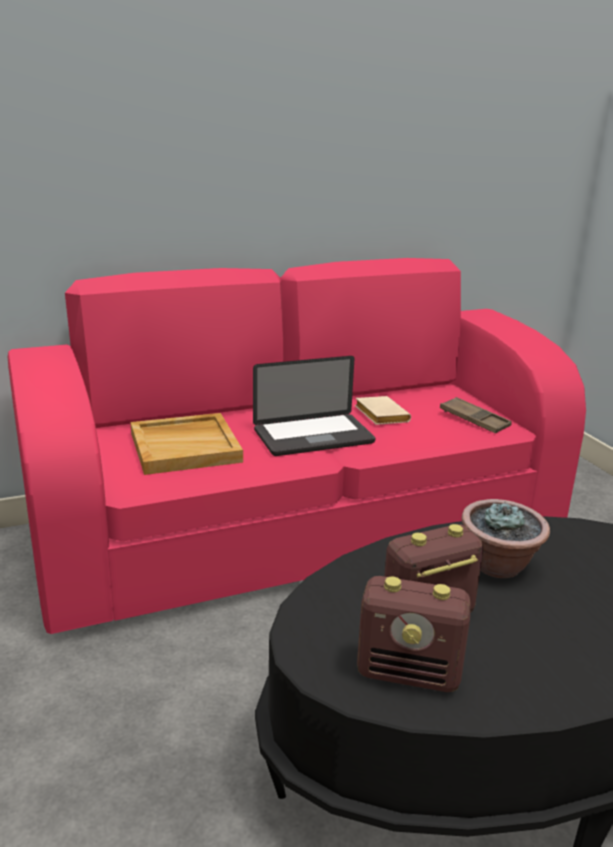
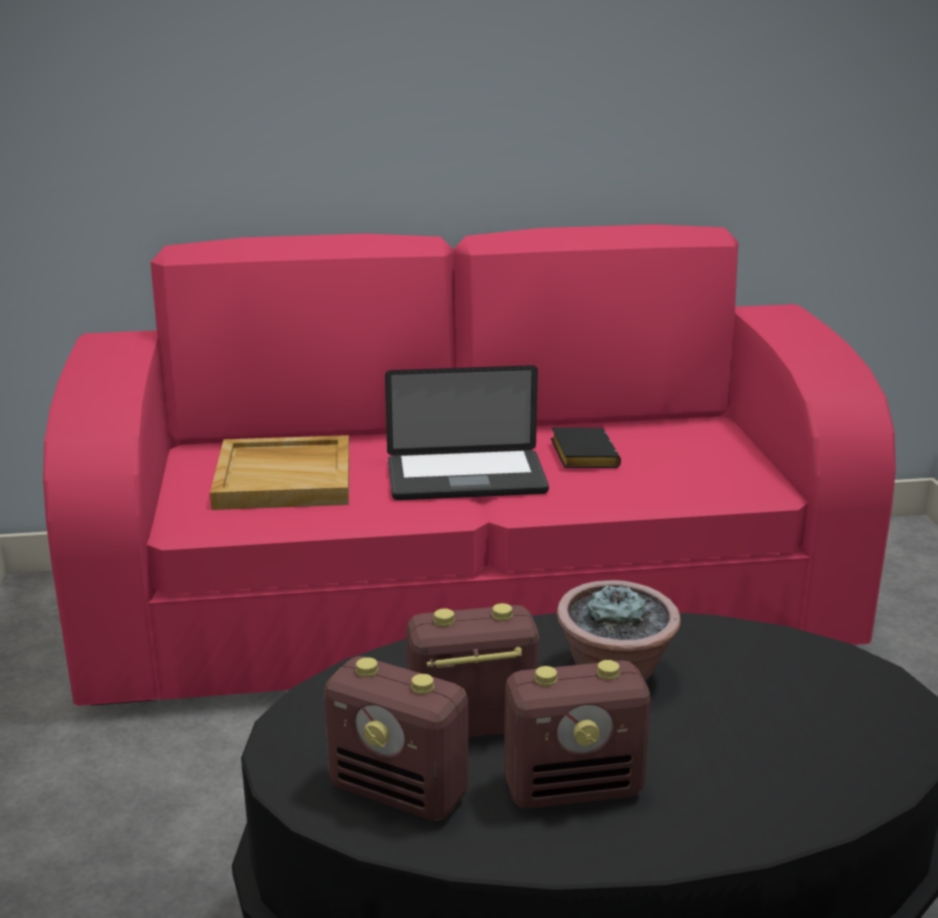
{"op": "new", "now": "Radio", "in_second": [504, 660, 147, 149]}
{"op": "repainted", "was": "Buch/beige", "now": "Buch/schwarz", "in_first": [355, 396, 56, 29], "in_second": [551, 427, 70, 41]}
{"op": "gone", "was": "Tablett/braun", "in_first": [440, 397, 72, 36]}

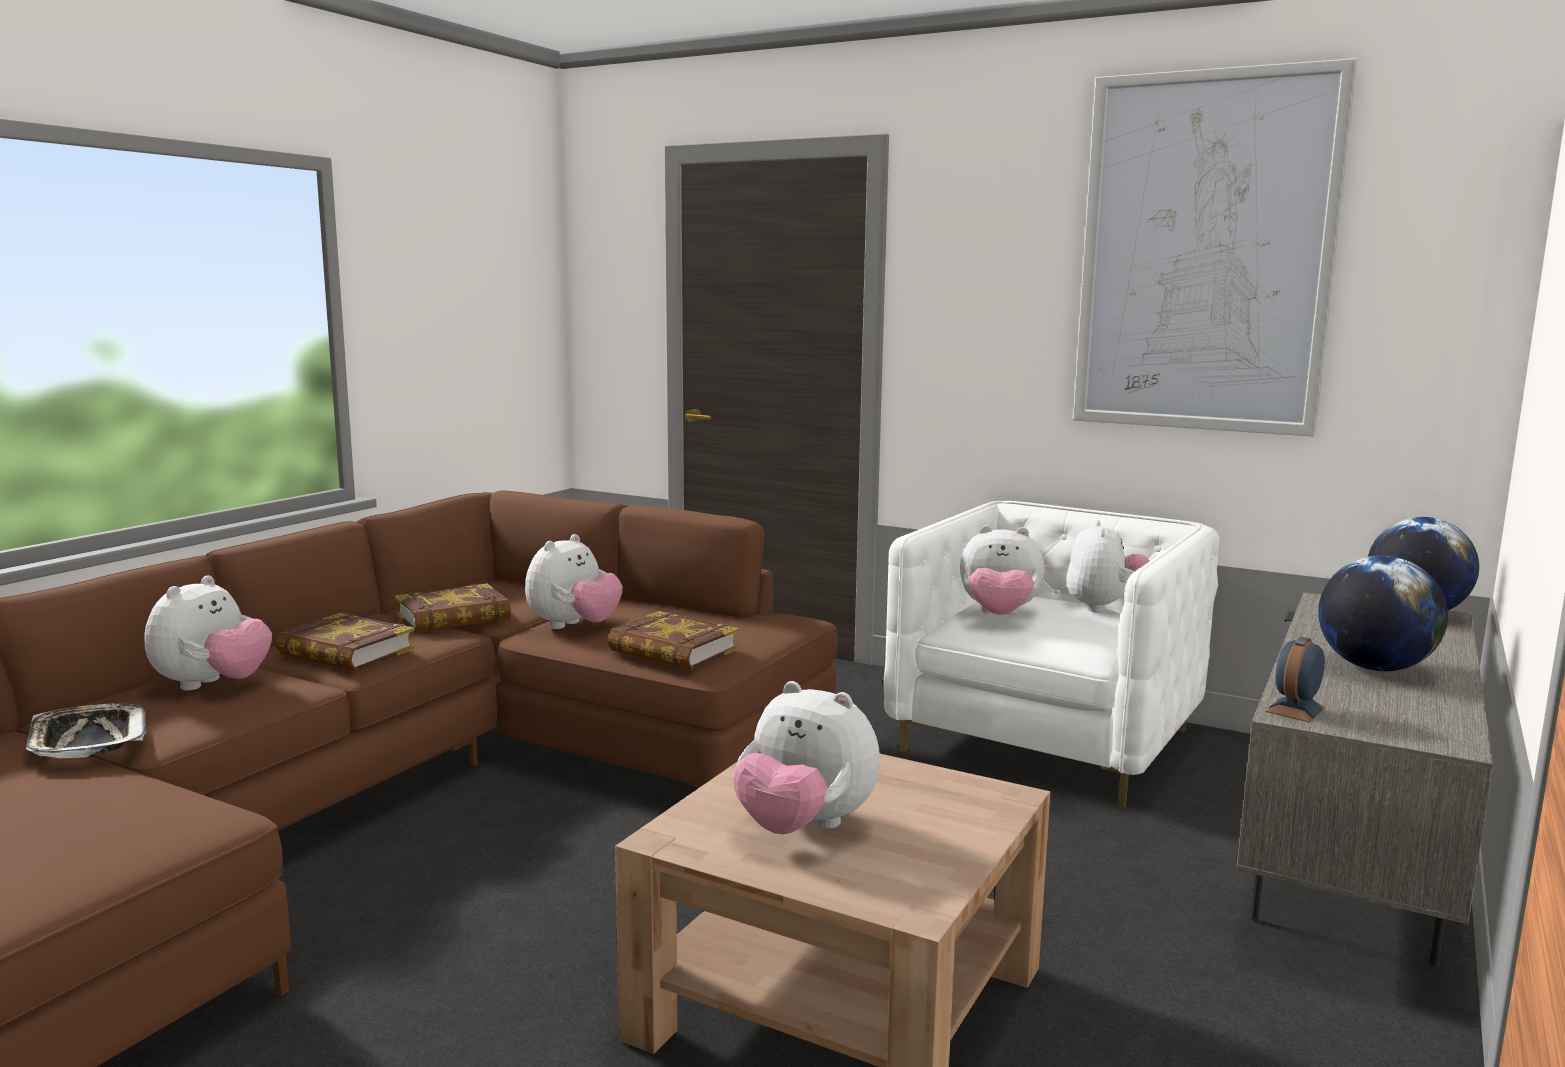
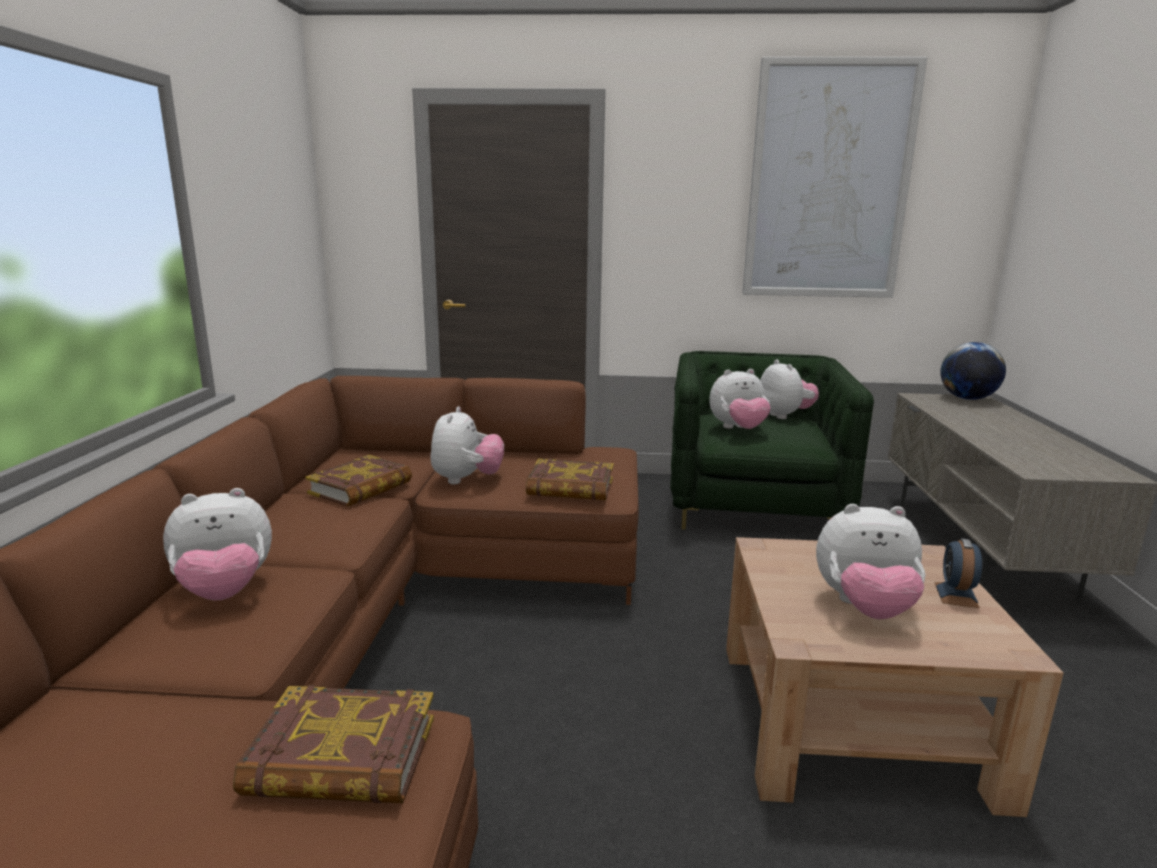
{"op": "rotated", "was": "Plüschtier", "in_first": [144, 575, 128, 116], "in_second": [163, 488, 109, 112], "clockwise": 75}
{"op": "shifted", "was": "Buch", "in_first": [275, 613, 140, 58], "in_second": [233, 685, 201, 118]}
{"op": "repainted", "was": "Sessel/weiß", "now": "Sessel/grün", "in_first": [883, 501, 337, 307], "in_second": [670, 351, 204, 179]}
{"op": "shifted", "was": "Wecker", "in_first": [1266, 637, 60, 85], "in_second": [935, 538, 47, 70]}
{"op": "gone", "was": "Tablett", "in_first": [26, 703, 120, 55]}
{"op": "gone", "was": "Globus", "in_first": [1318, 556, 130, 115]}

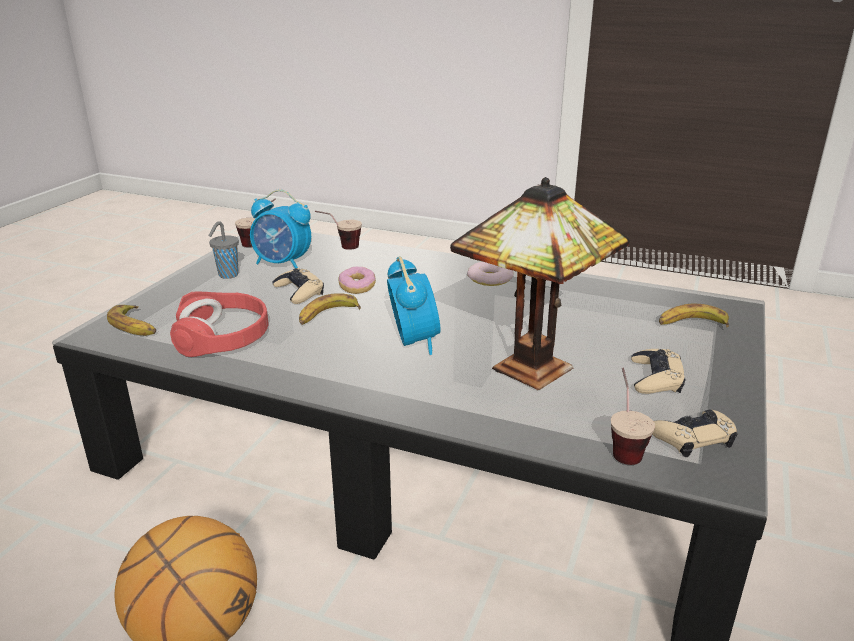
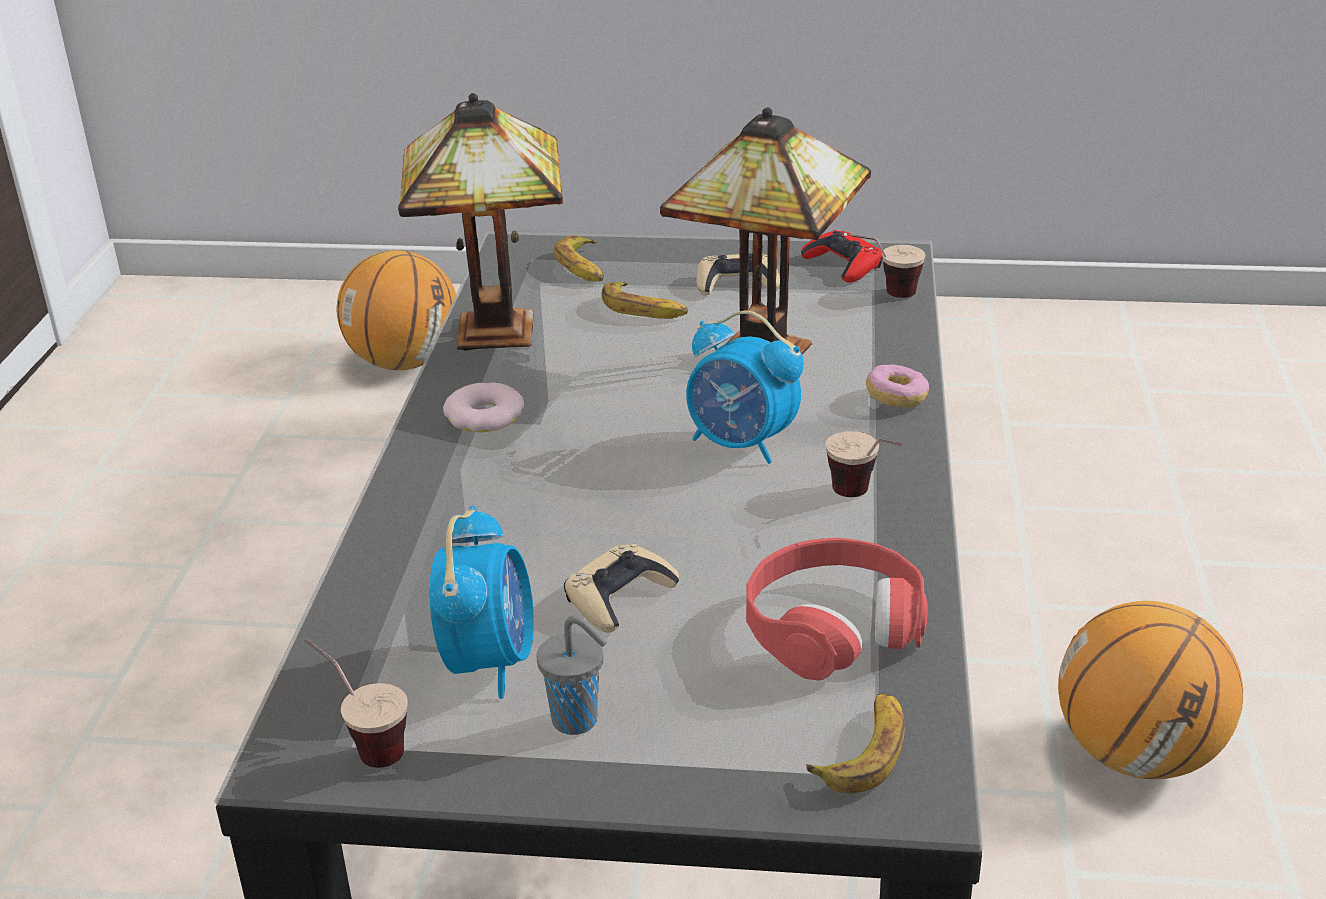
{"op": "new", "now": "Basketball", "in_second": [336, 250, 120, 120]}
{"op": "new", "now": "Tischlampe", "in_second": [398, 93, 165, 258]}
{"op": "shifted", "was": "Banane", "in_first": [299, 293, 62, 32], "in_second": [601, 282, 87, 37]}
{"op": "rotated", "was": "Wecker", "in_first": [387, 256, 54, 99], "in_second": [686, 311, 118, 153], "clockwise": -120}
{"op": "repainted", "was": "Gamepad/beige", "now": "Gamepad/rot", "in_first": [652, 409, 85, 48], "in_second": [801, 230, 81, 53]}
{"op": "shifted", "was": "Tasse", "in_first": [315, 211, 47, 39], "in_second": [825, 431, 78, 66]}
{"op": "shifted", "was": "Donut", "in_first": [338, 267, 38, 27], "in_second": [866, 364, 63, 44]}

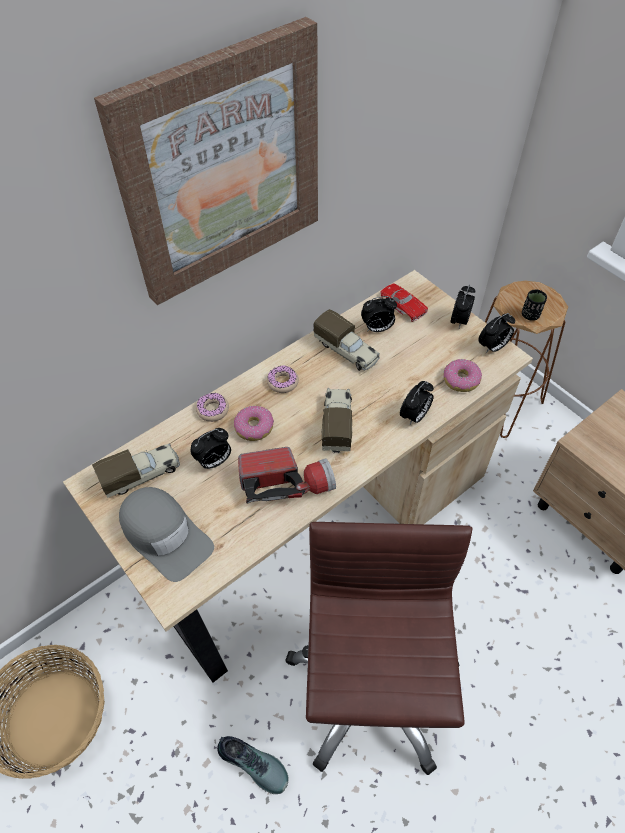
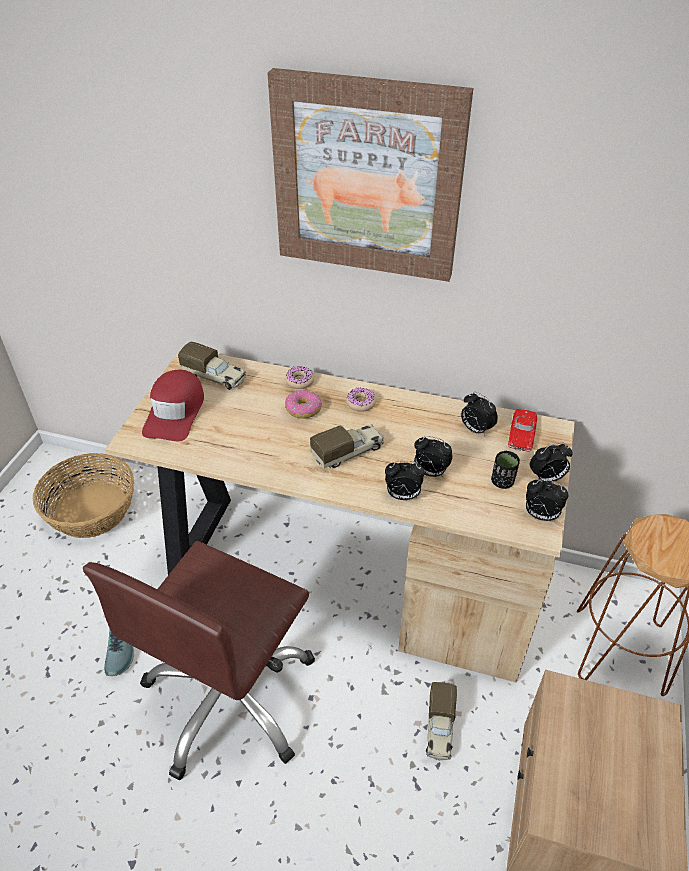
{"op": "rotated", "was": "Bürostuhl/braun", "in_first": [285, 522, 188, 253], "in_second": [83, 541, 232, 239], "clockwise": 150}
{"op": "repainted", "was": "Kappe/grau", "now": "Kappe/rot", "in_first": [119, 487, 95, 95], "in_second": [142, 370, 62, 71]}
{"op": "shifted", "was": "Wecker", "in_first": [190, 428, 41, 41], "in_second": [414, 436, 39, 41]}
{"op": "shifted", "was": "Spielzeuglaster", "in_first": [313, 309, 67, 62], "in_second": [426, 682, 31, 79]}
{"op": "shifted", "was": "Tasse/schwarz", "in_first": [522, 289, 25, 32], "in_second": [491, 451, 29, 38]}
{"op": "gone", "was": "Taschenlampe", "in_first": [238, 447, 98, 57]}
{"op": "gone", "was": "Donut", "in_first": [443, 359, 39, 33]}

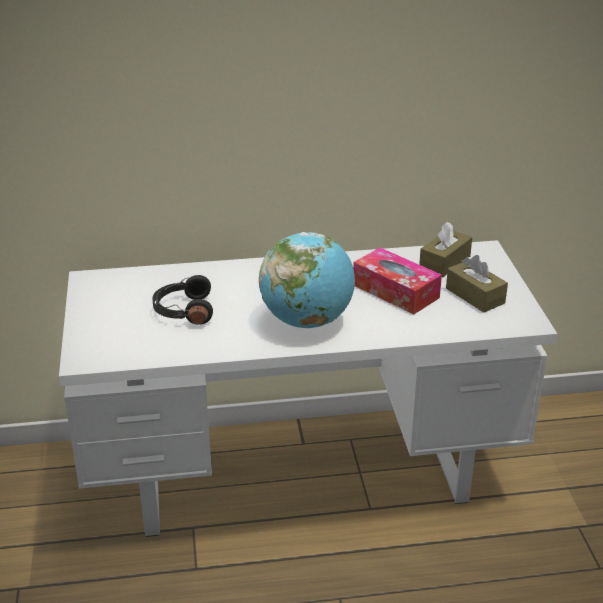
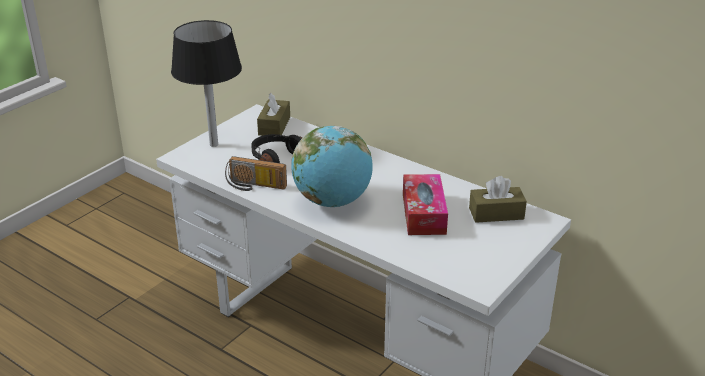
{"op": "new", "now": "Tischlampe/schwarz", "in_second": [171, 20, 71, 127]}
{"op": "new", "now": "Radio", "in_second": [225, 156, 62, 35]}
{"op": "shifted", "was": "Taschentuchbox/braun", "in_first": [446, 255, 62, 57], "in_second": [257, 93, 33, 43]}

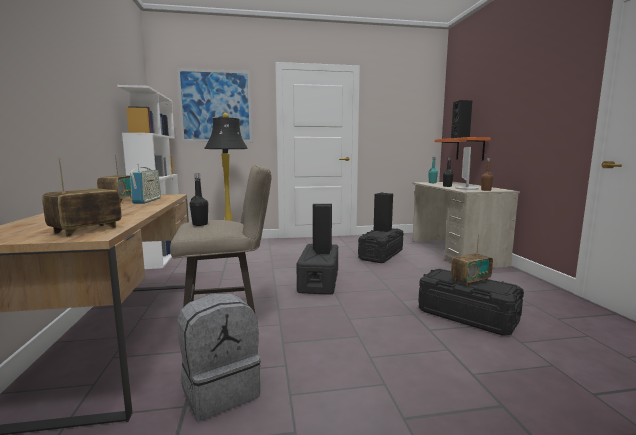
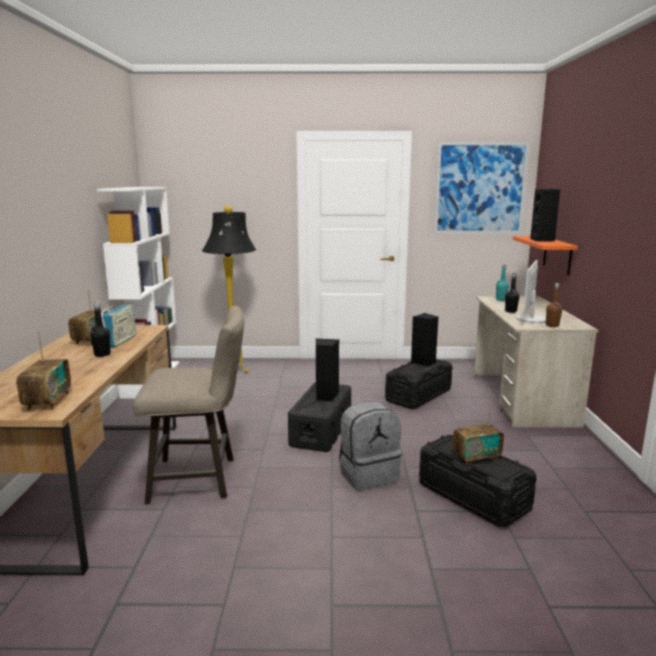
{"op": "rotated", "was": "Radio", "in_first": [42, 158, 80, 79], "in_second": [16, 332, 55, 79], "clockwise": 135}
{"op": "shifted", "was": "Flasche/schwarz", "in_first": [190, 173, 18, 53], "in_second": [90, 302, 21, 55]}
{"op": "shifted", "was": "Rucksack/grau", "in_first": [178, 293, 83, 128], "in_second": [339, 402, 62, 89]}
{"op": "shifted", "was": "Bild", "in_first": [177, 68, 75, 74], "in_second": [434, 142, 96, 92]}

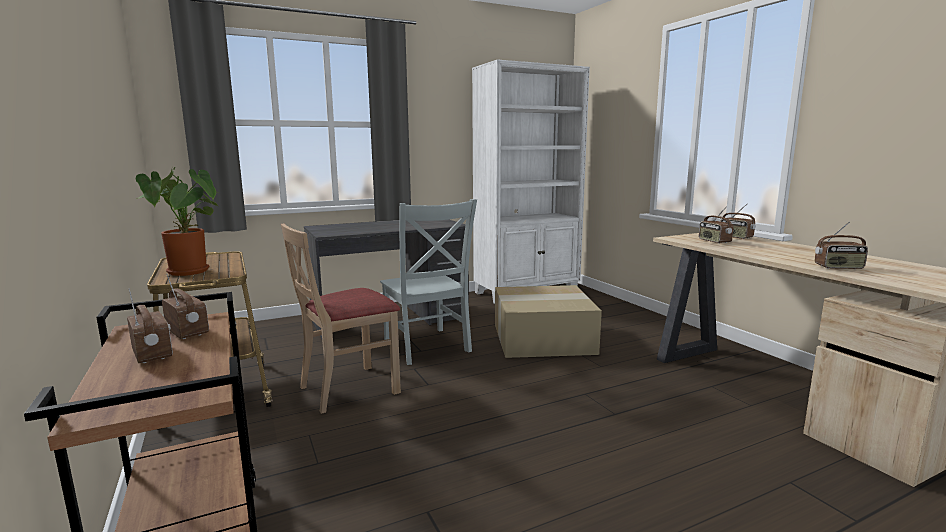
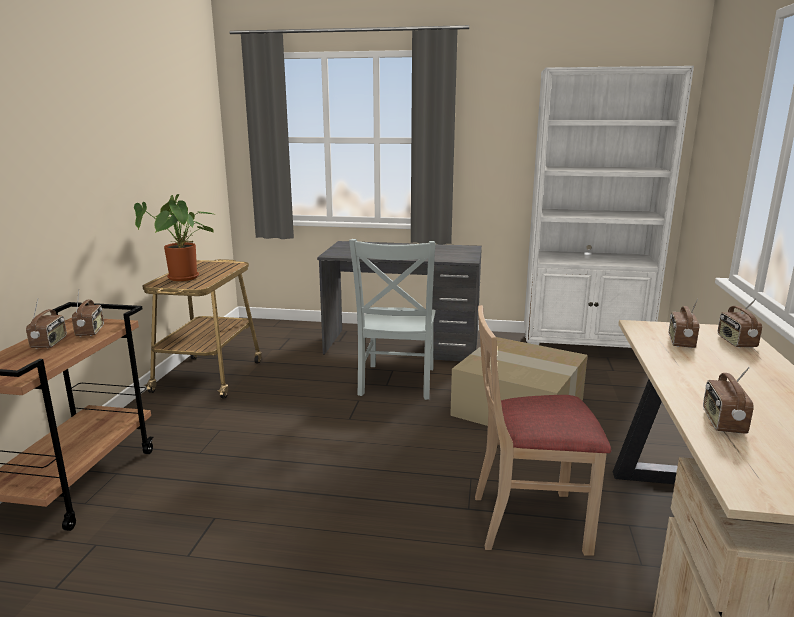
{"op": "shifted", "was": "Stuhl/beige", "in_first": [281, 223, 120, 191], "in_second": [475, 305, 136, 251]}
{"op": "rotated", "was": "Radio", "in_first": [815, 222, 53, 47], "in_second": [703, 367, 51, 67], "clockwise": 60}

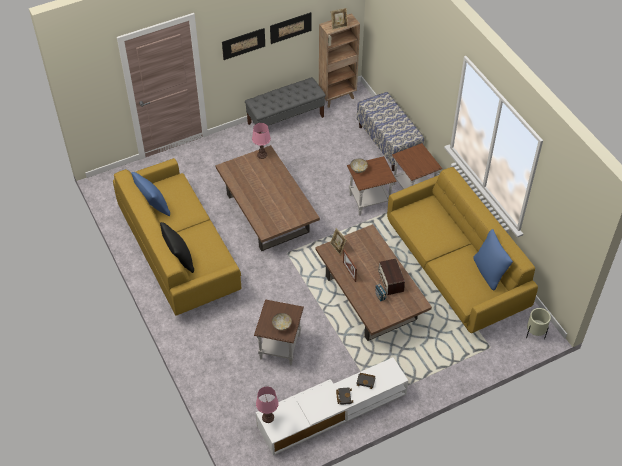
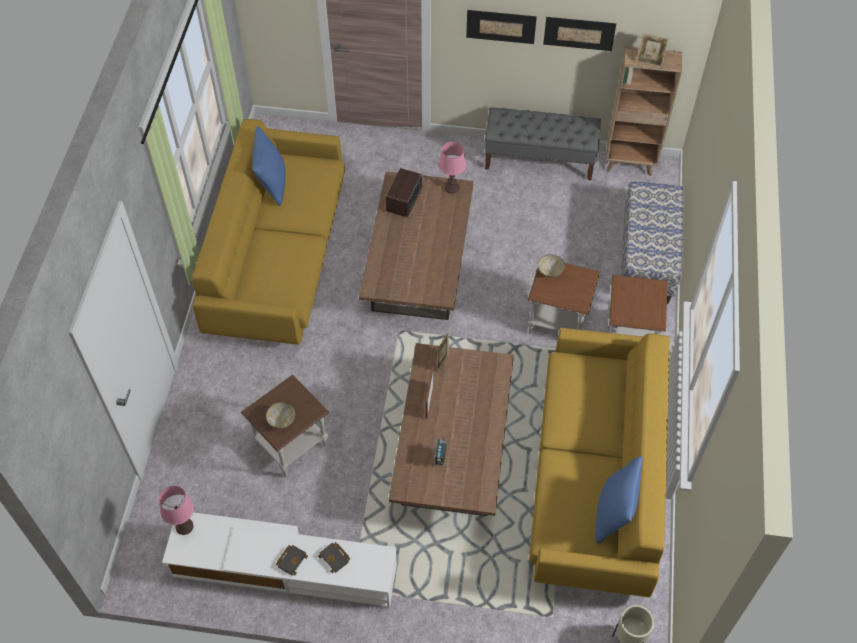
{"op": "shifted", "was": "Radio", "in_first": [378, 258, 27, 37], "in_second": [386, 168, 36, 49]}
{"op": "gone", "was": "Kissen/schwarz", "in_first": [160, 222, 34, 51]}

